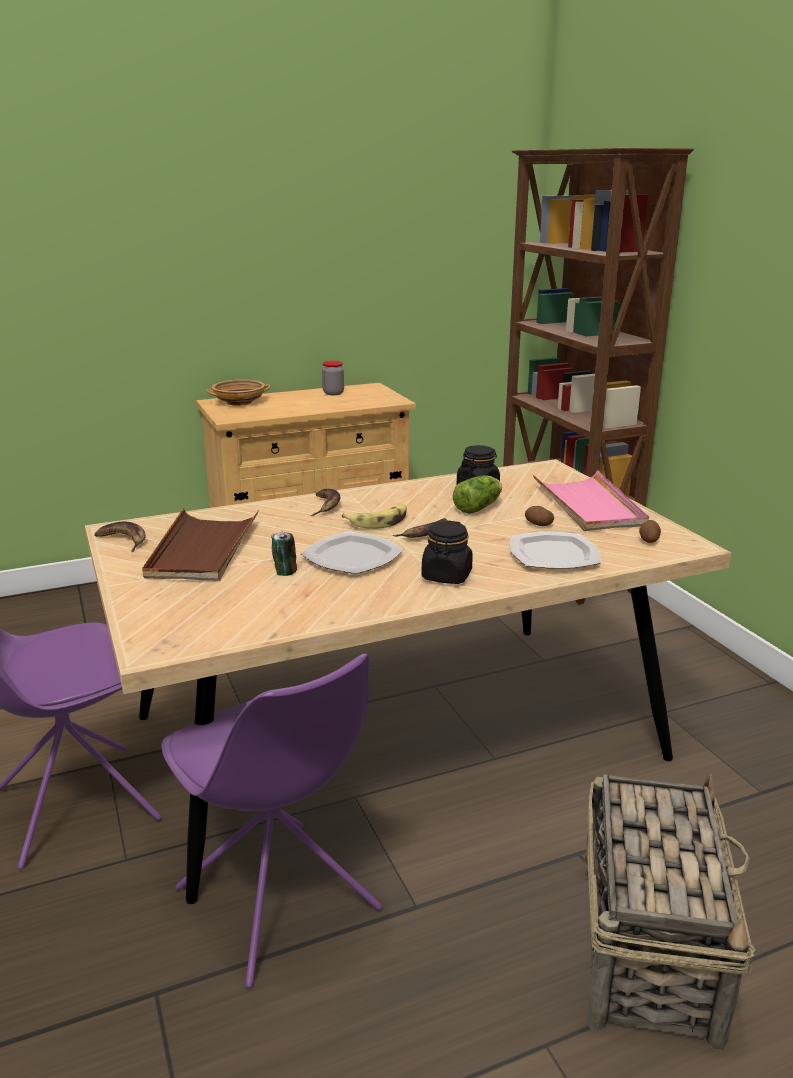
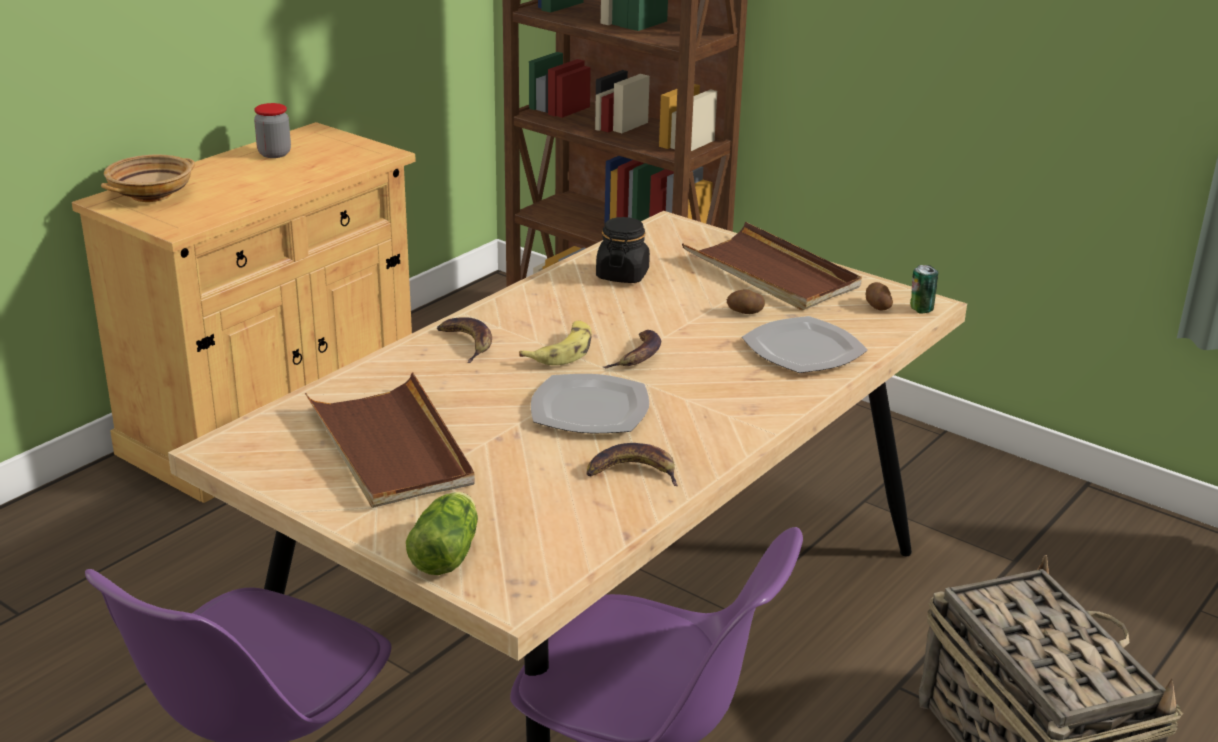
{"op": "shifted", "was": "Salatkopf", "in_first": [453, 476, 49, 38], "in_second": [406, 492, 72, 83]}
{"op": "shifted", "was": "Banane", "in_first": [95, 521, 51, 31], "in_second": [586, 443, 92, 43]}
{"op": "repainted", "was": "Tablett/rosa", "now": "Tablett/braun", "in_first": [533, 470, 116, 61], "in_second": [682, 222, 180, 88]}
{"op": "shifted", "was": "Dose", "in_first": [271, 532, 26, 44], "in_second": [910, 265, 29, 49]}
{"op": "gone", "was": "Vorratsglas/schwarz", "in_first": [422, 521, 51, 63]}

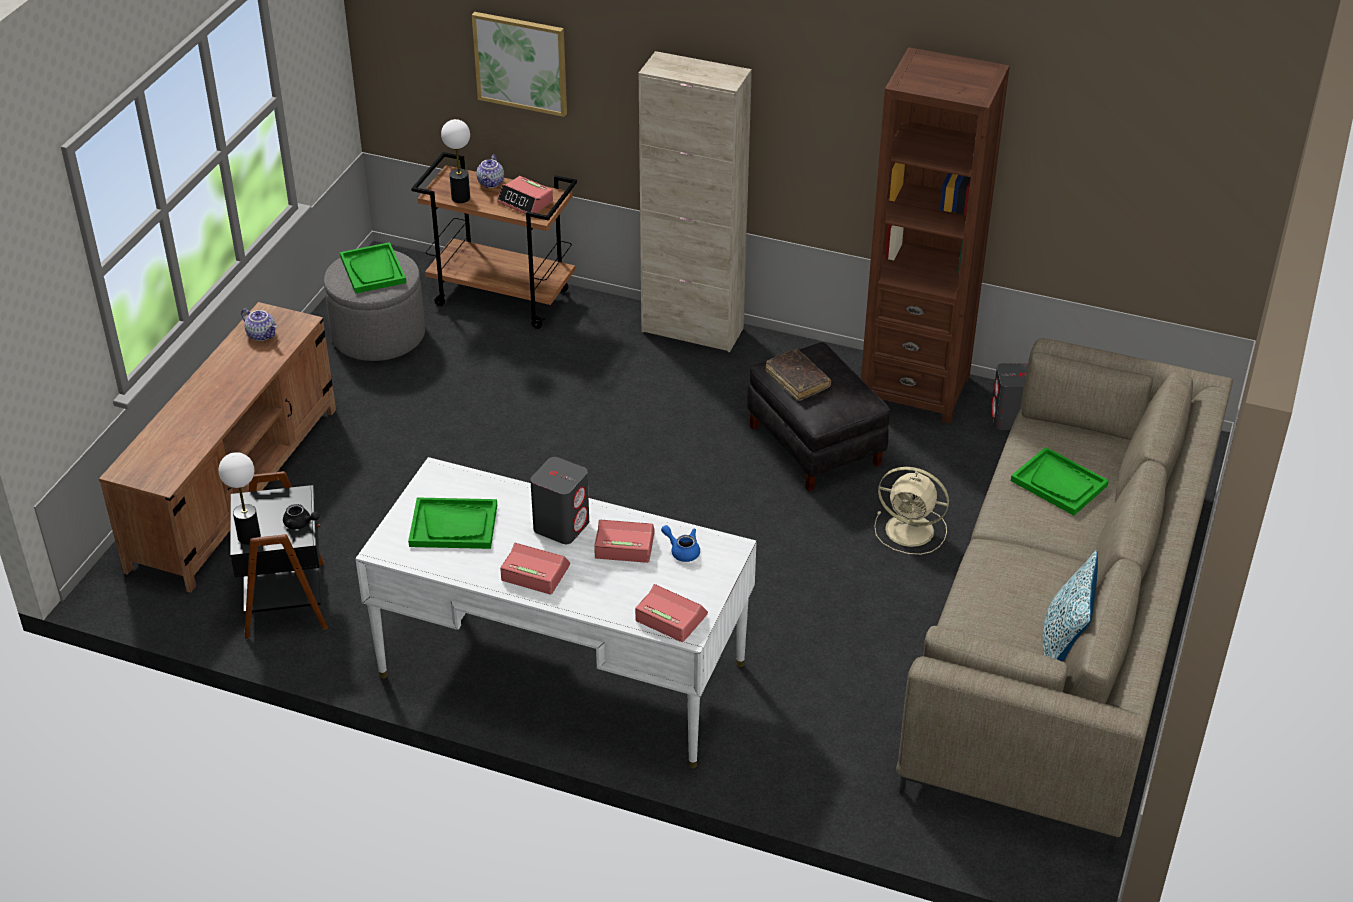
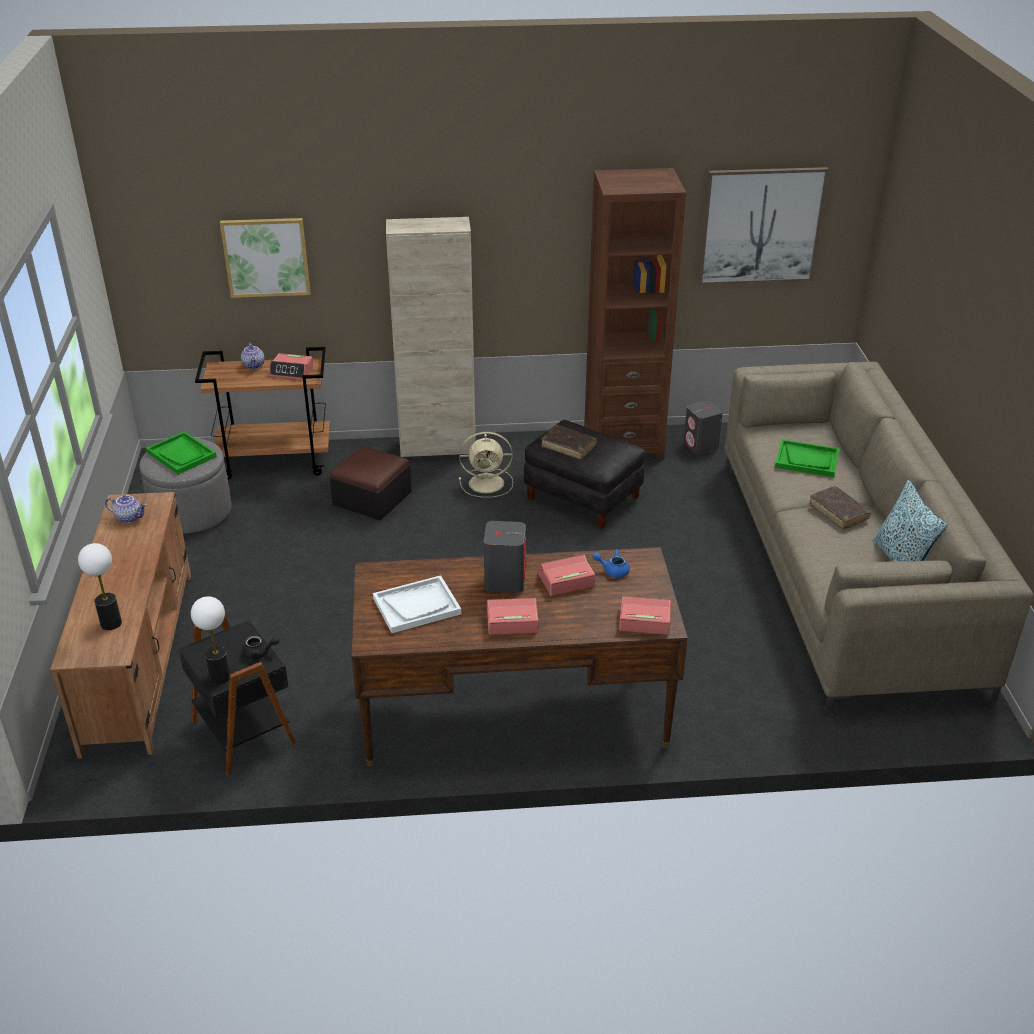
{"op": "shifted", "was": "Tischlampe", "in_first": [441, 119, 29, 84], "in_second": [78, 543, 44, 87]}
{"op": "new", "now": "Polsterhocker", "in_second": [330, 446, 82, 75]}
{"op": "repainted", "was": "Schreibtisch/weiß", "now": "Schreibtisch/braun", "in_first": [355, 457, 402, 311], "in_second": [351, 547, 337, 220]}
{"op": "repainted", "was": "Tablett/grün", "now": "Tablett/weiß", "in_first": [408, 497, 89, 52], "in_second": [373, 575, 88, 58]}
{"op": "shifted", "was": "Ventilator/beige", "in_first": [874, 467, 75, 88], "in_second": [459, 432, 54, 66]}
{"op": "new", "now": "Bild", "in_second": [698, 167, 131, 118]}
{"op": "new", "now": "Buch/braun", "in_second": [809, 486, 62, 44]}

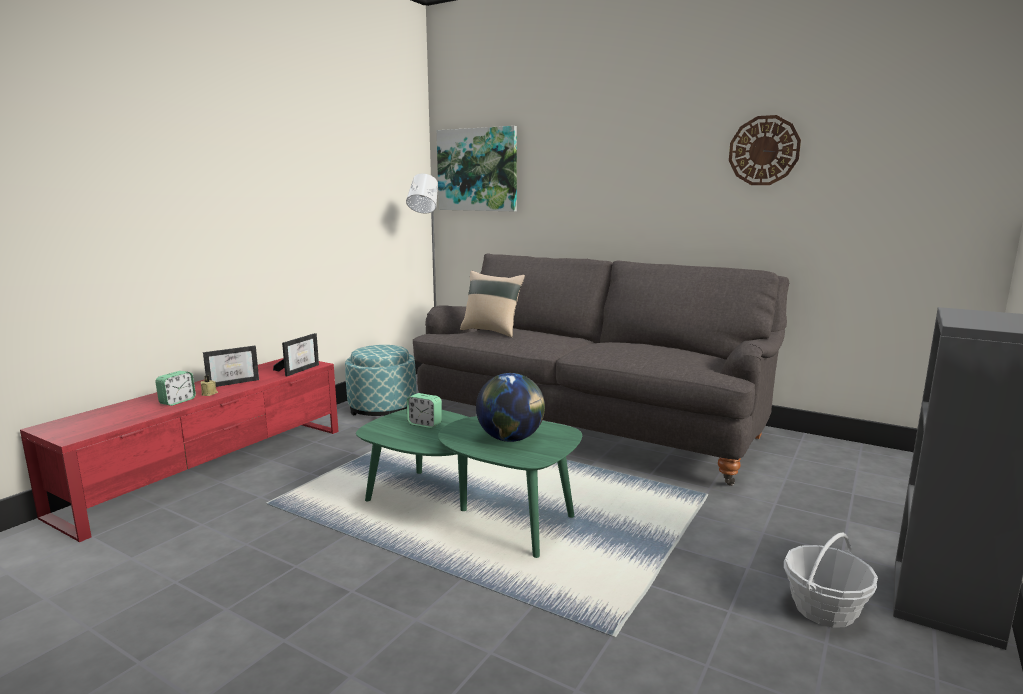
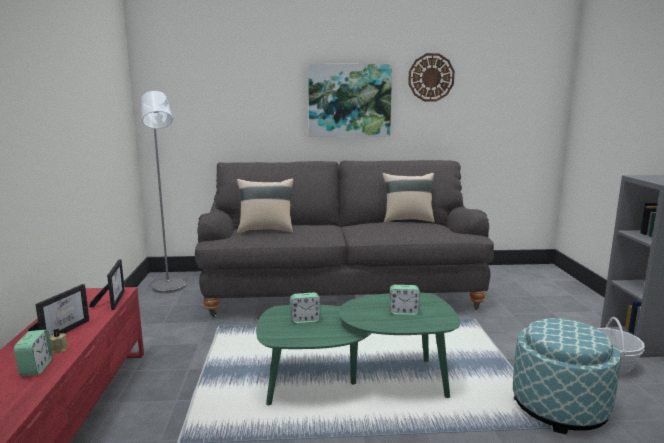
{"op": "shifted", "was": "Bild", "in_first": [437, 126, 80, 85], "in_second": [308, 64, 84, 73]}
{"op": "new", "now": "Kissen/beige", "in_second": [382, 173, 53, 49]}
{"op": "swapped", "was": "Globus", "now": "Wecker", "in_first": [476, 373, 69, 69], "in_second": [389, 285, 31, 30]}
{"op": "shifted", "was": "Polsterhocker", "in_first": [345, 345, 71, 71], "in_second": [513, 318, 108, 116]}

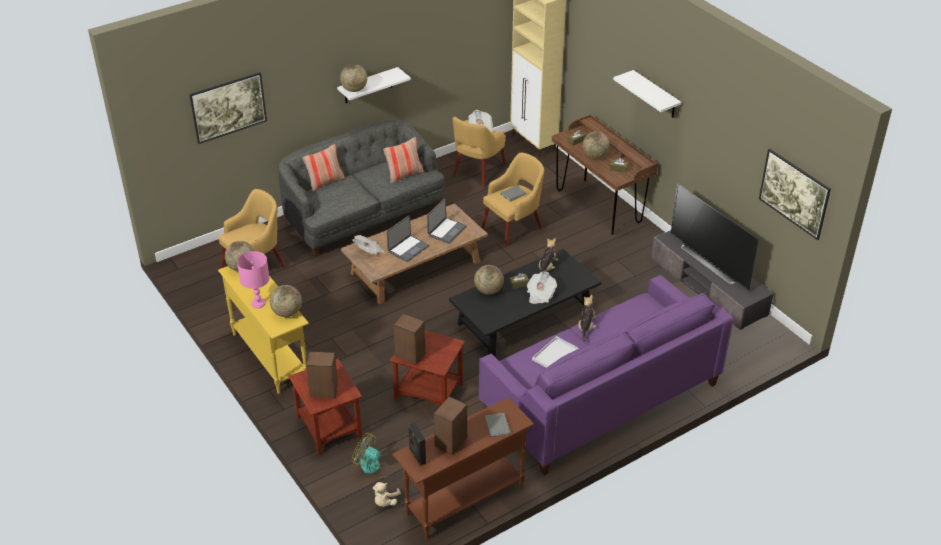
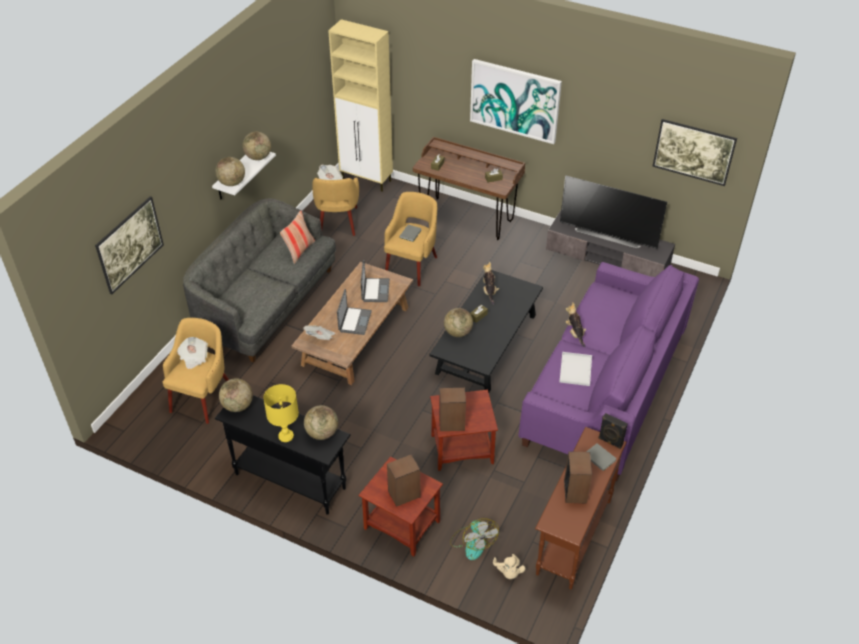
{"op": "shifted", "was": "Zeitung", "in_first": [527, 271, 30, 33], "in_second": [177, 337, 31, 32]}
{"op": "repainted", "was": "Konsolentisch/gelb", "now": "Konsolentisch/schwarz", "in_first": [218, 266, 91, 128], "in_second": [215, 395, 136, 120]}
{"op": "shifted", "was": "Globus", "in_first": [582, 132, 28, 27], "in_second": [242, 132, 29, 28]}
{"op": "repainted", "was": "Tischlampe/rosa", "now": "Tischlampe/gelb", "in_first": [237, 251, 33, 58], "in_second": [263, 384, 36, 58]}
{"op": "rotated", "was": "Ventilator", "in_first": [352, 432, 43, 46], "in_second": [450, 518, 49, 42], "clockwise": -105}
{"op": "swapped", "was": "Wandregal/weiß", "now": "Bild", "in_first": [613, 70, 68, 48], "in_second": [470, 59, 92, 85]}
{"op": "shifted", "was": "Lautsprecher/schwarz", "in_first": [408, 422, 18, 44], "in_second": [599, 413, 29, 36]}
{"op": "gone", "was": "Kissen", "in_first": [303, 144, 42, 48]}

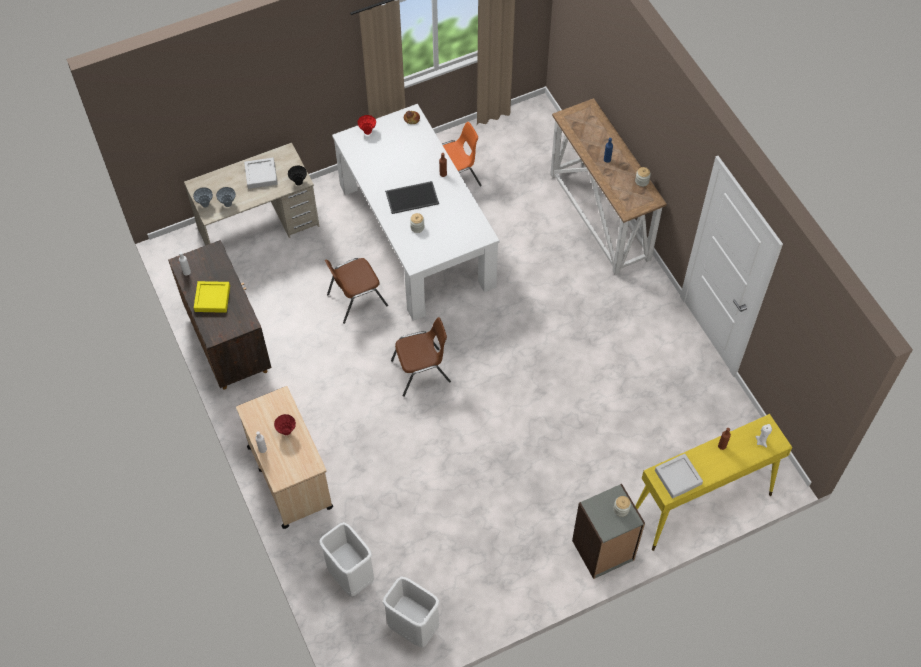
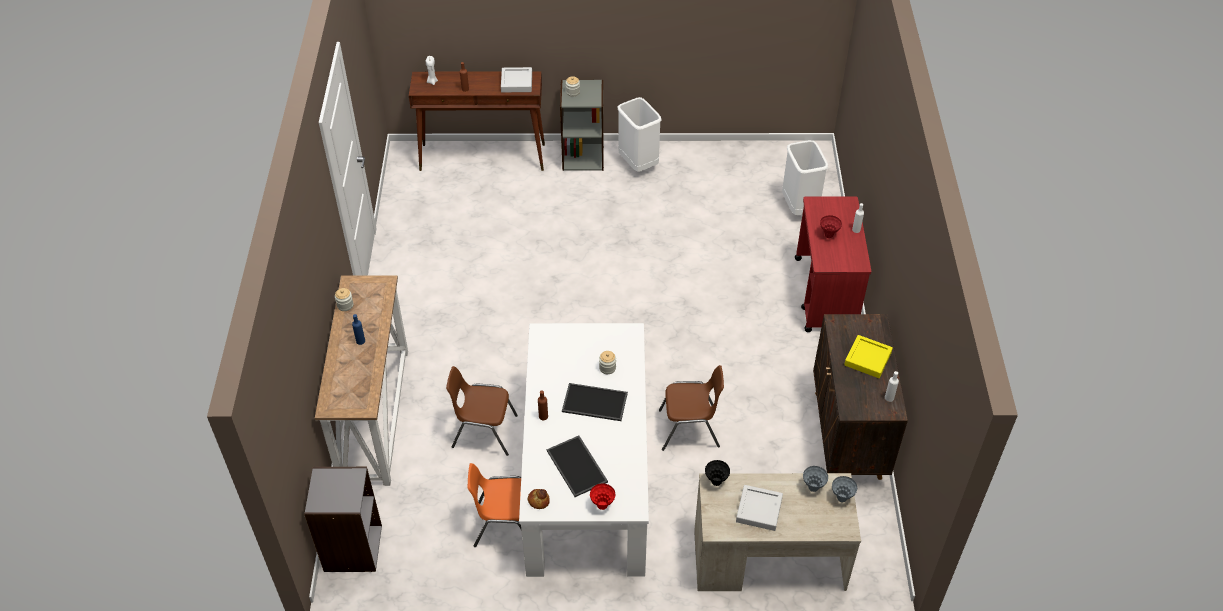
{"op": "new", "now": "Bücherregal/grau", "in_second": [304, 467, 78, 105]}
{"op": "repainted", "was": "Konsolentisch/gelb", "now": "Konsolentisch/braun", "in_first": [635, 414, 157, 137], "in_second": [409, 71, 136, 100]}
{"op": "shifted", "was": "Stuhl/braun", "in_first": [391, 317, 60, 80], "in_second": [446, 366, 72, 90]}
{"op": "new", "now": "Tablett", "in_second": [547, 435, 61, 62]}
{"op": "shifted", "was": "Mülleimer/weiß", "in_first": [383, 576, 56, 71], "in_second": [617, 97, 45, 75]}
{"op": "repainted", "was": "Rollwagen/beige", "now": "Rollwagen/rot", "in_first": [236, 386, 97, 143], "in_second": [795, 197, 76, 135]}

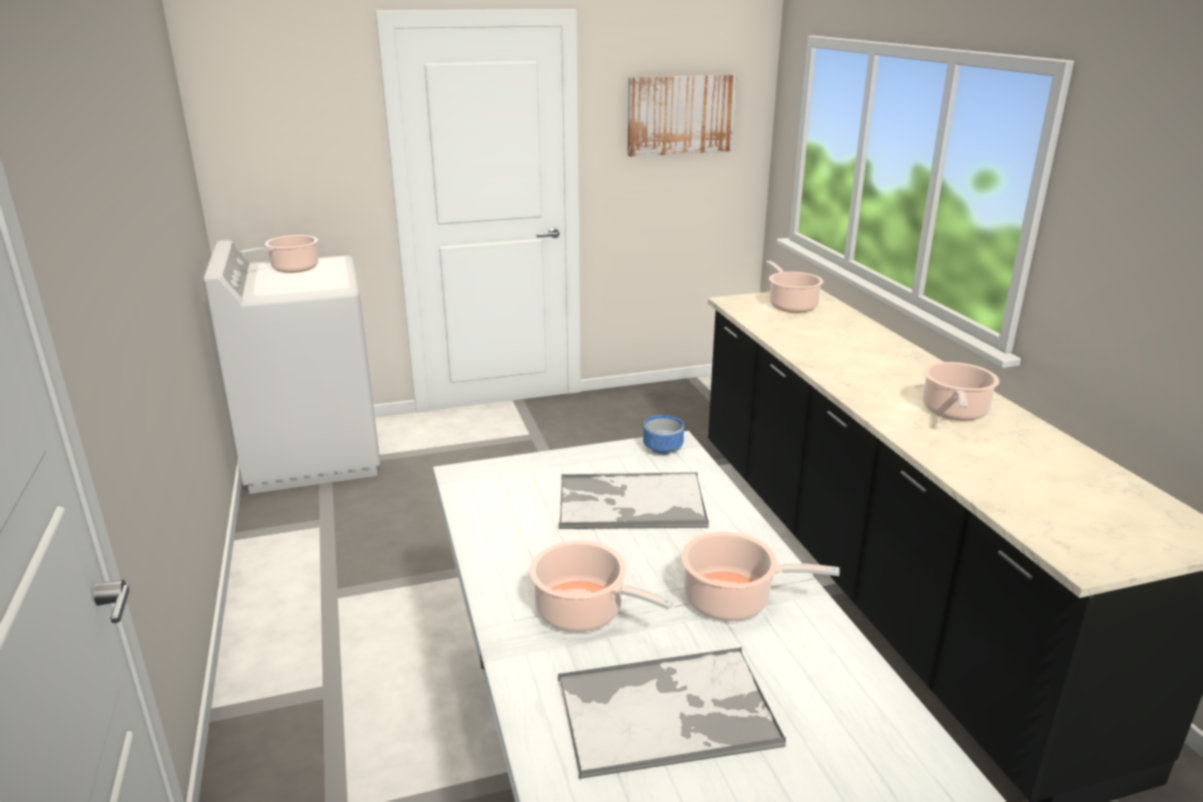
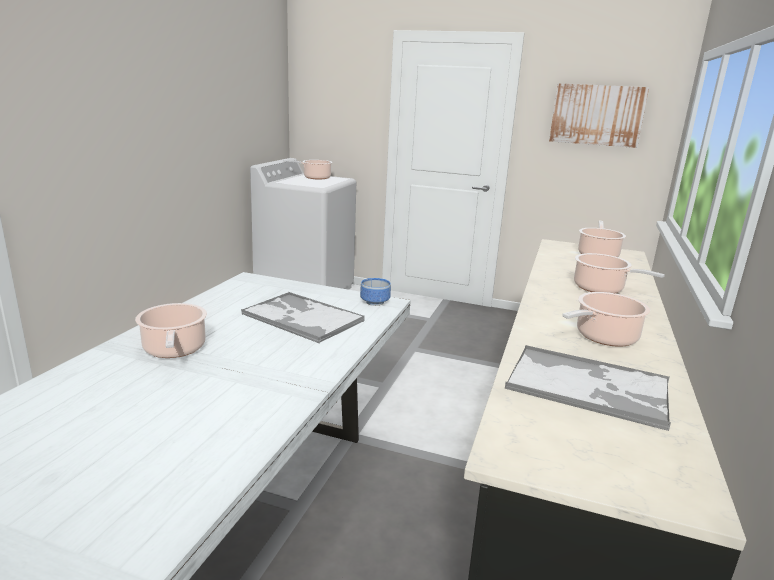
{"op": "shifted", "was": "Tablett", "in_first": [558, 647, 228, 132], "in_second": [505, 345, 166, 86]}
{"op": "shifted", "was": "Kochtopf", "in_first": [681, 532, 159, 89], "in_second": [574, 253, 91, 40]}

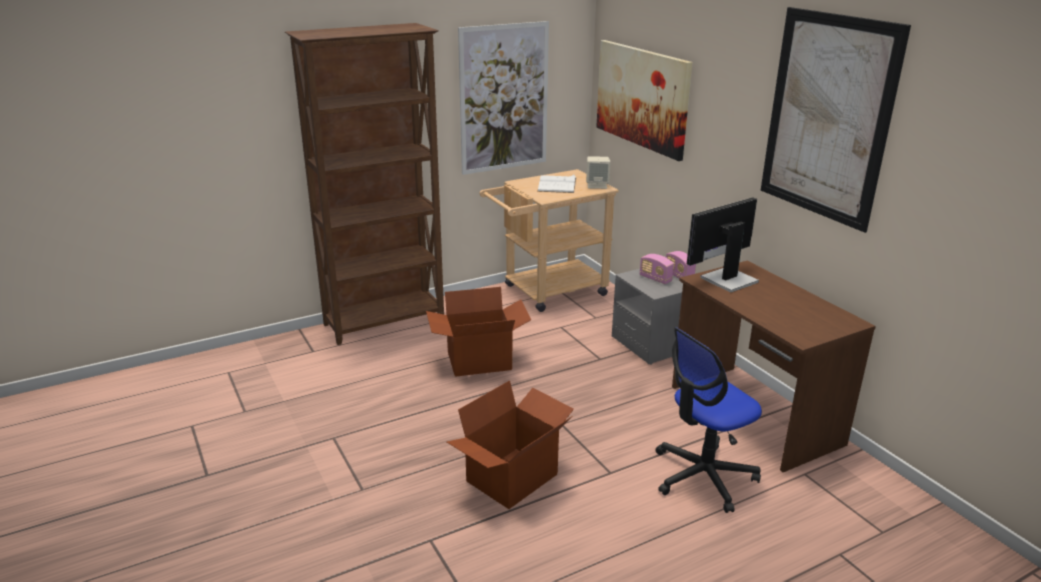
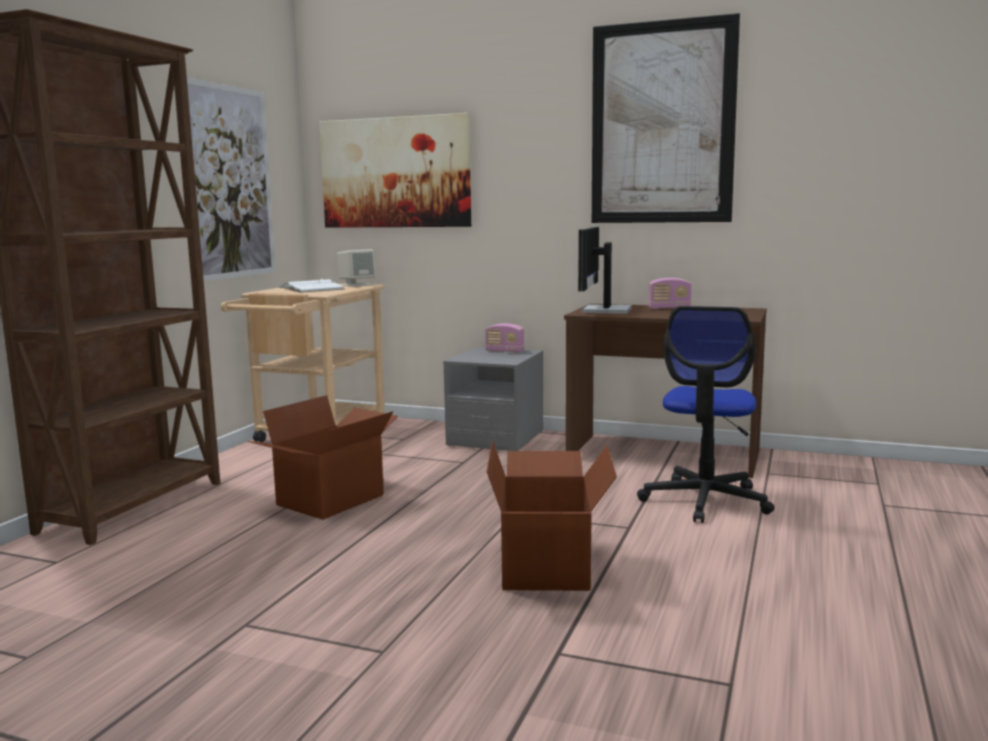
{"op": "shifted", "was": "Radio", "in_first": [640, 254, 34, 30], "in_second": [649, 278, 42, 31]}

